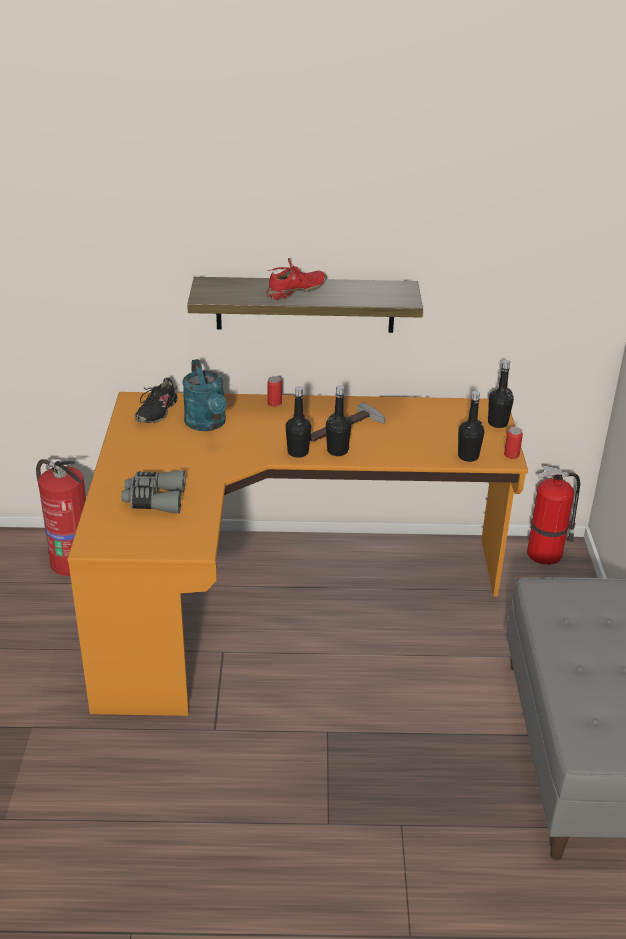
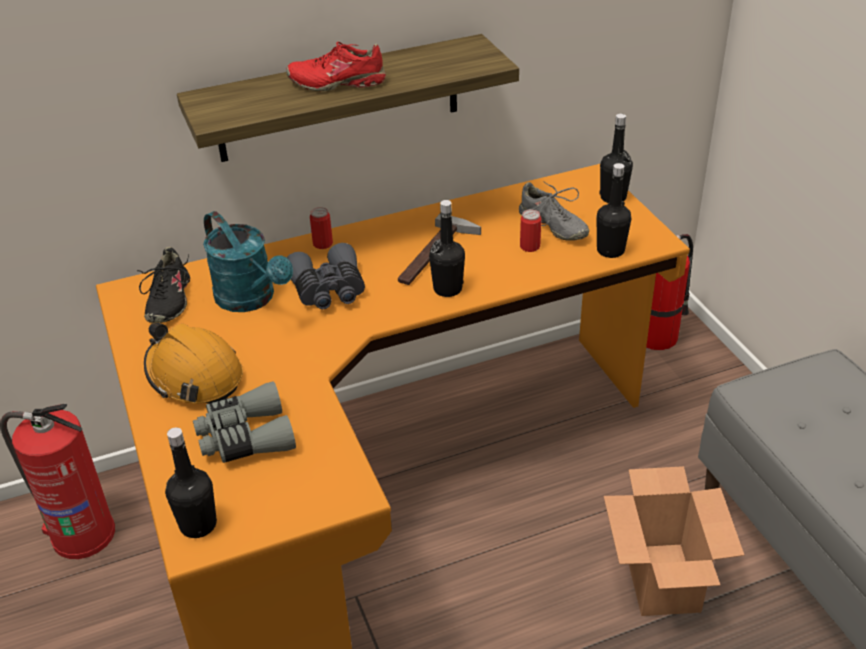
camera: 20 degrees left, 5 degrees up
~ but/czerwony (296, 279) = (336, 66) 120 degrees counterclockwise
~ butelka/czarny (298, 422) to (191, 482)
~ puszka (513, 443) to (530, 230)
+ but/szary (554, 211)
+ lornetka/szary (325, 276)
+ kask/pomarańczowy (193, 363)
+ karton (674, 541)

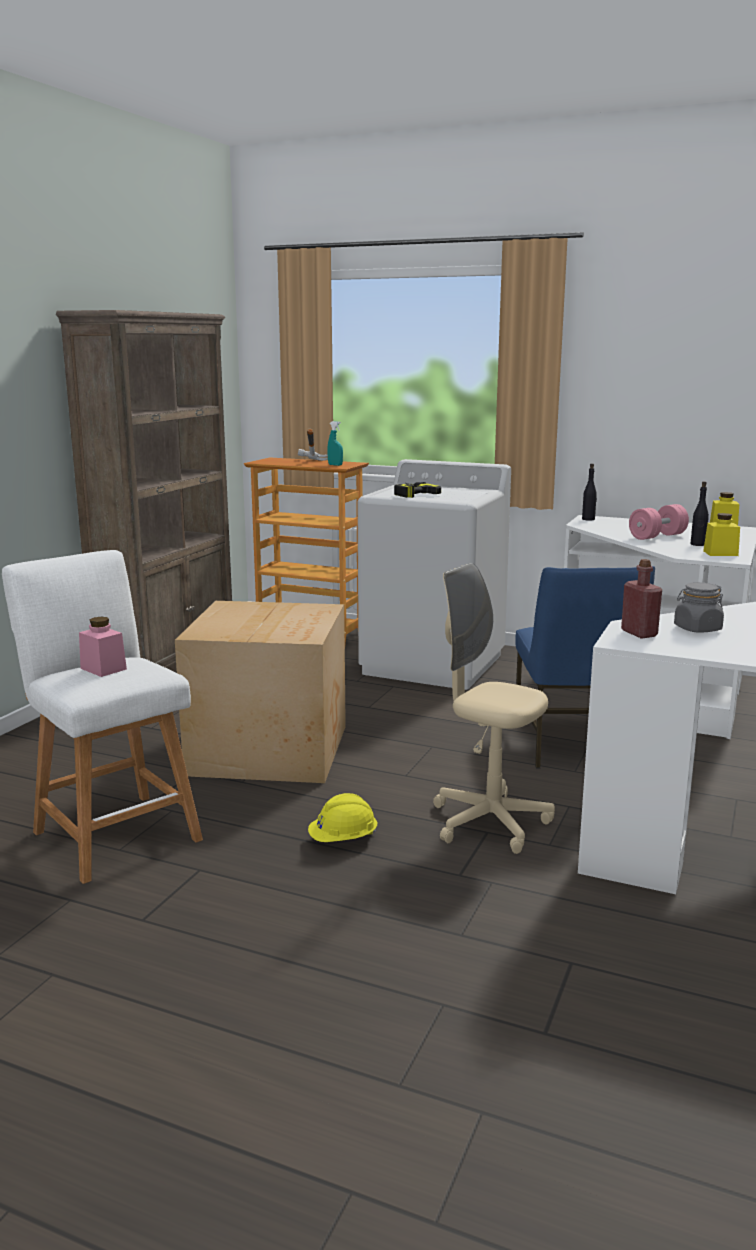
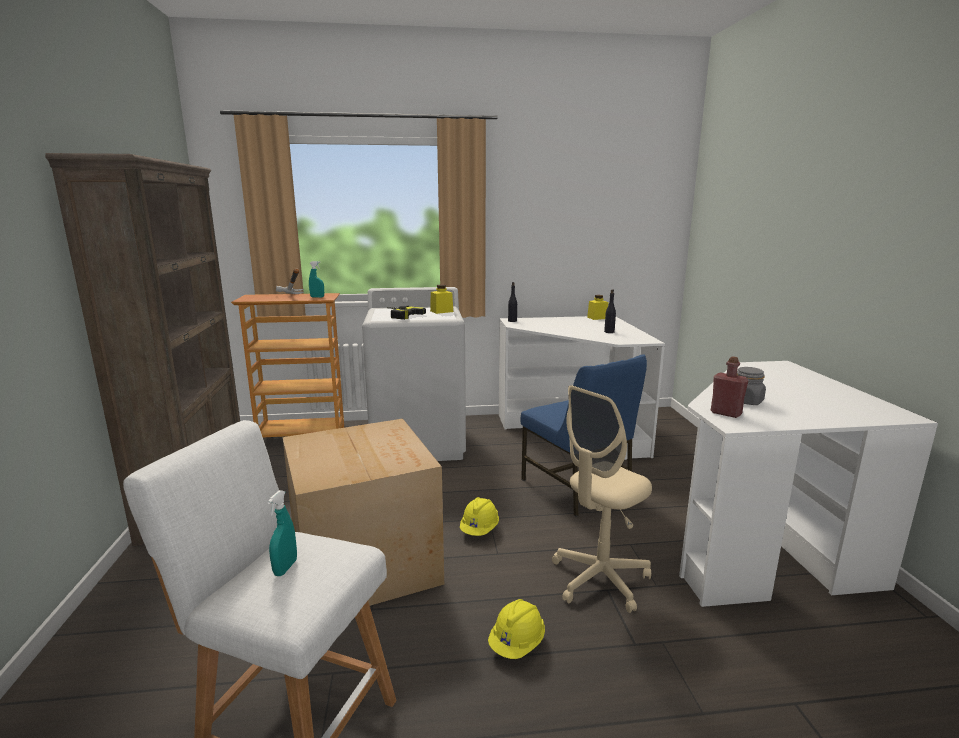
camera: 30 degrees left, 0 degrees up
- hantel/różowy (659, 522)
~ słoik/żółty (721, 534) to (441, 299)
~ krzesło biurowe/beżowy (494, 708) = (602, 499) 45 degrees counterclockwise
~ słoik/różowy (103, 647) to spryskiwacz/turkusowy (282, 533)
+ kask/żółty (479, 516)

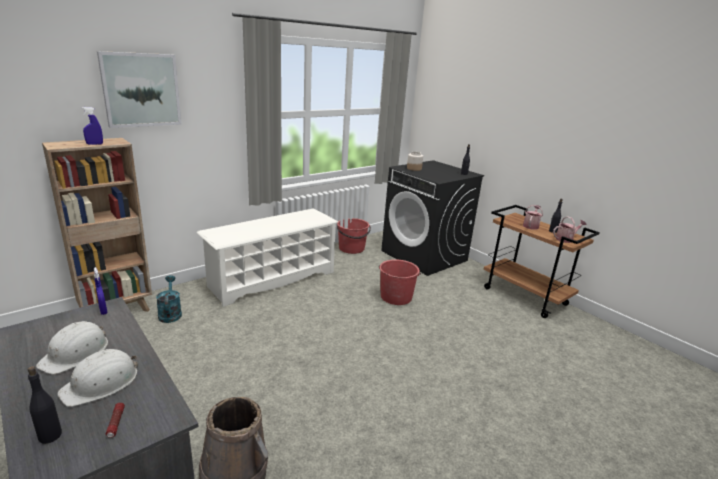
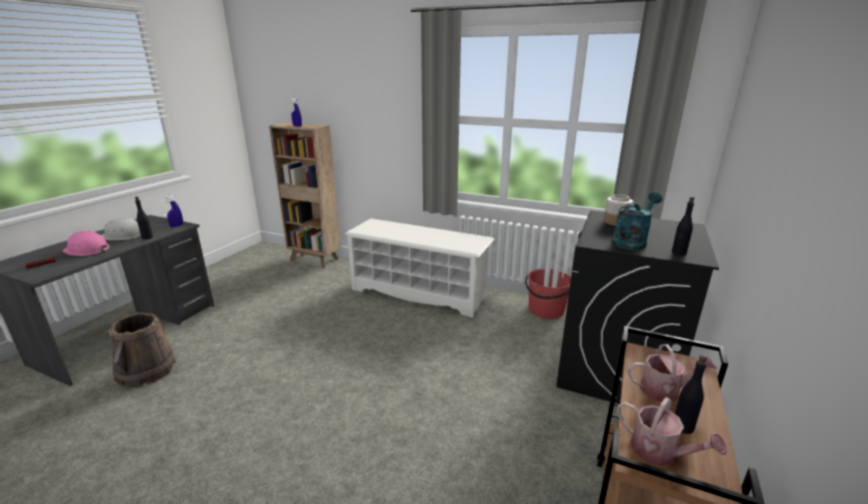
camera: 65 degrees right, 0 degrees up
- obraz (139, 89)
- wiadro/czerwony (400, 282)
~ konewka/turkusowy (169, 299) to (637, 221)
~ kask/biały (97, 378) to kask/różowy (86, 243)
~ butelka/czarny (45, 405) to (144, 218)

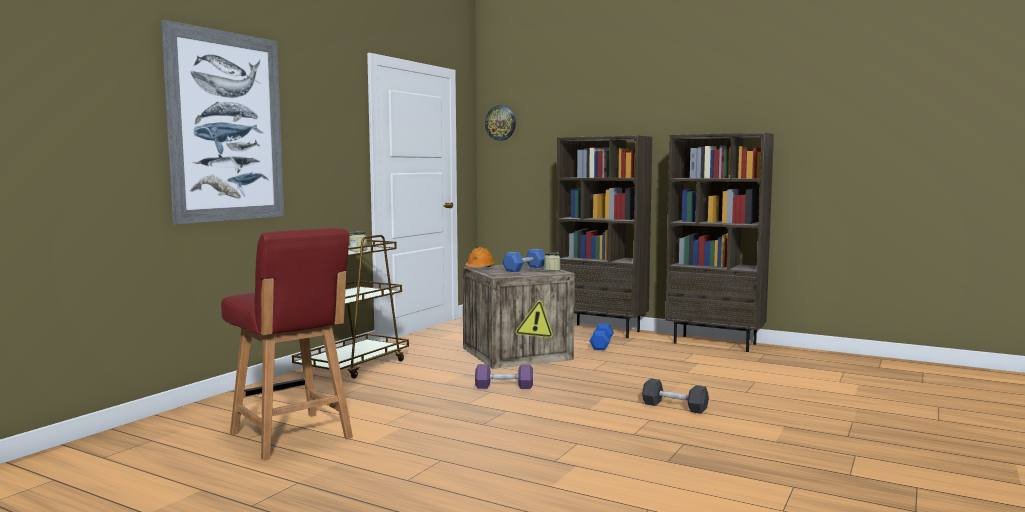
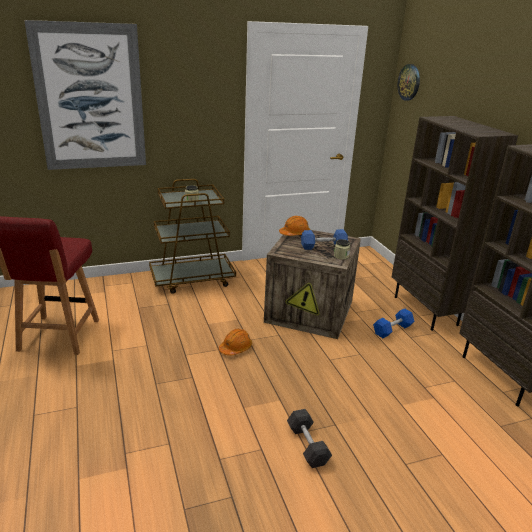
camera: 40 degrees right, 20 degrees up
~ hantel/fioletowy (504, 376) to kask/pomarańczowy (235, 342)

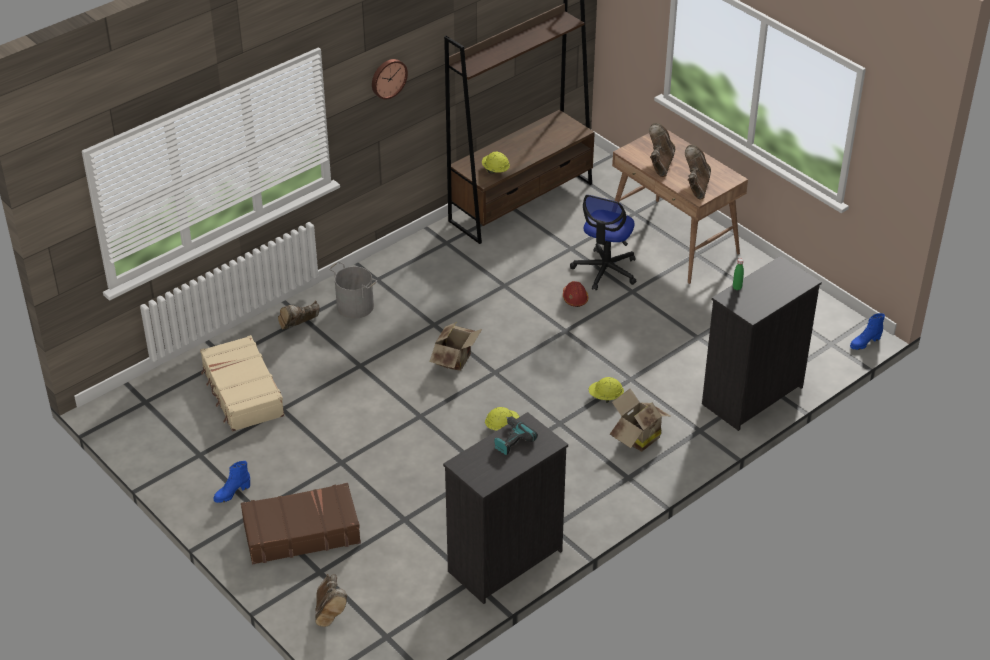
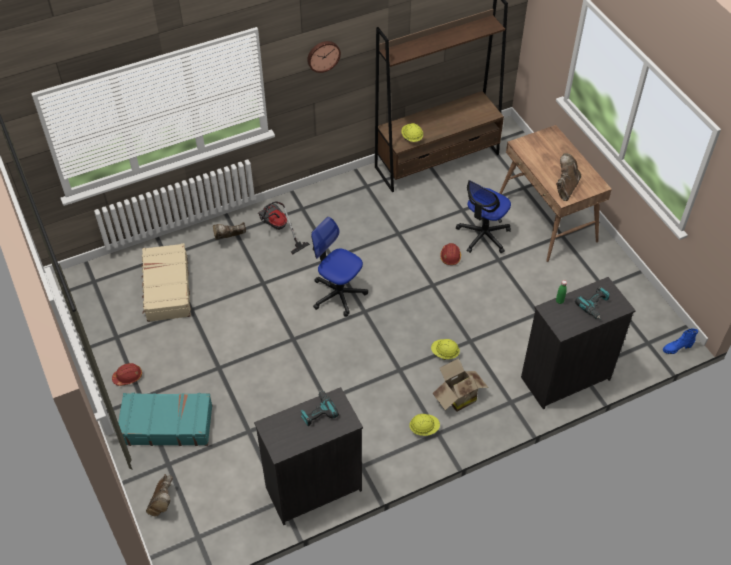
camera: 15 degrees right, 10 degrees up
- but z cholewką/brązowy (662, 150)
~ wiadro/szary (353, 290) to odkurzacz (284, 227)
~ karton (456, 346) to krzesło biurowe (339, 267)
~ kask/żółty (502, 419) to (424, 425)
~ but z cholewką/niebieski (231, 482) to kask/czerwony (127, 374)
~ walizka/brązowy (301, 523) to walizka/turkusowy (165, 419)
+ wiertarka (592, 302)

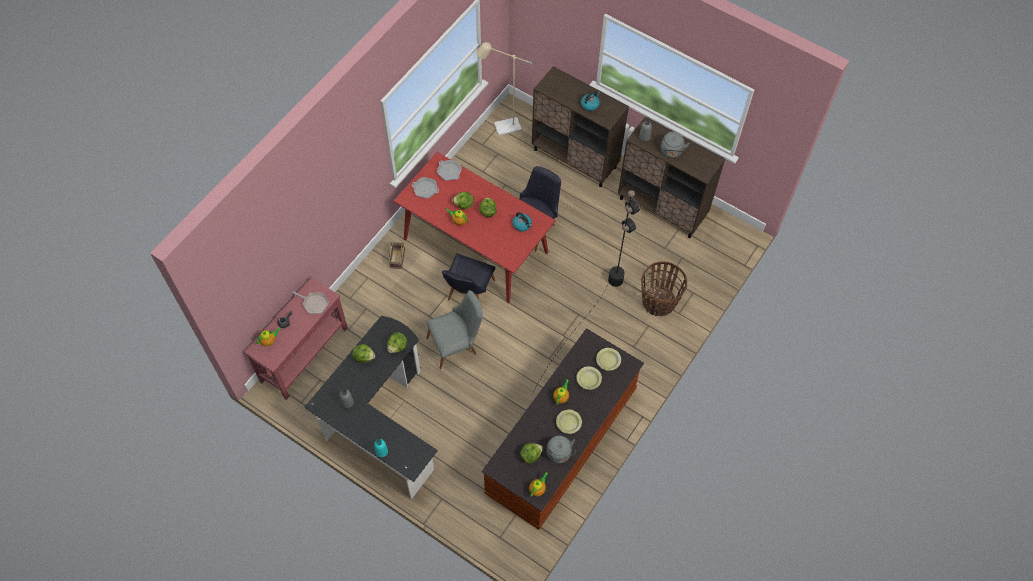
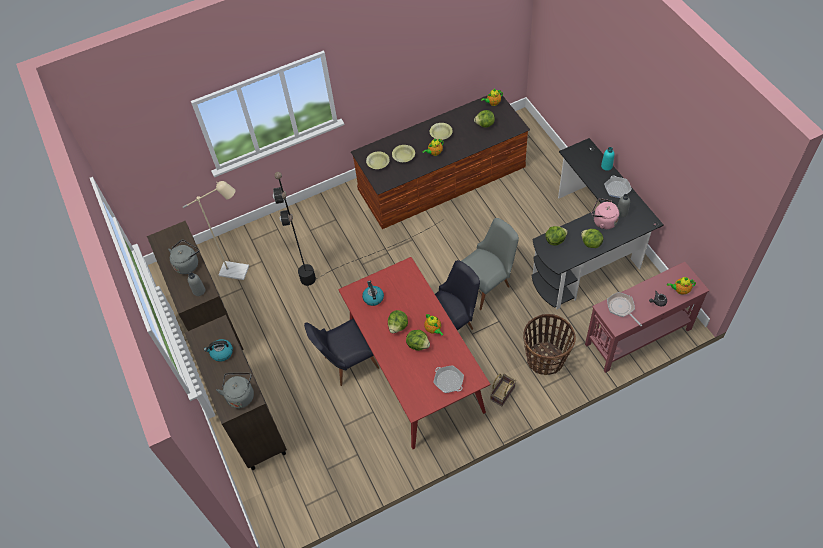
camera: 145 degrees left, 5 degrees down
~ lampa stojąca/beżowy (504, 89) to (216, 230)
~ patelnia (449, 170) to (618, 186)
~ koszyk (664, 288) to (549, 344)
~ krzesło/szary (454, 329) = (490, 264) 135 degrees clockwise
~ czajnik/szary (561, 449) to (235, 390)
+ czajnik/różowy (605, 214)

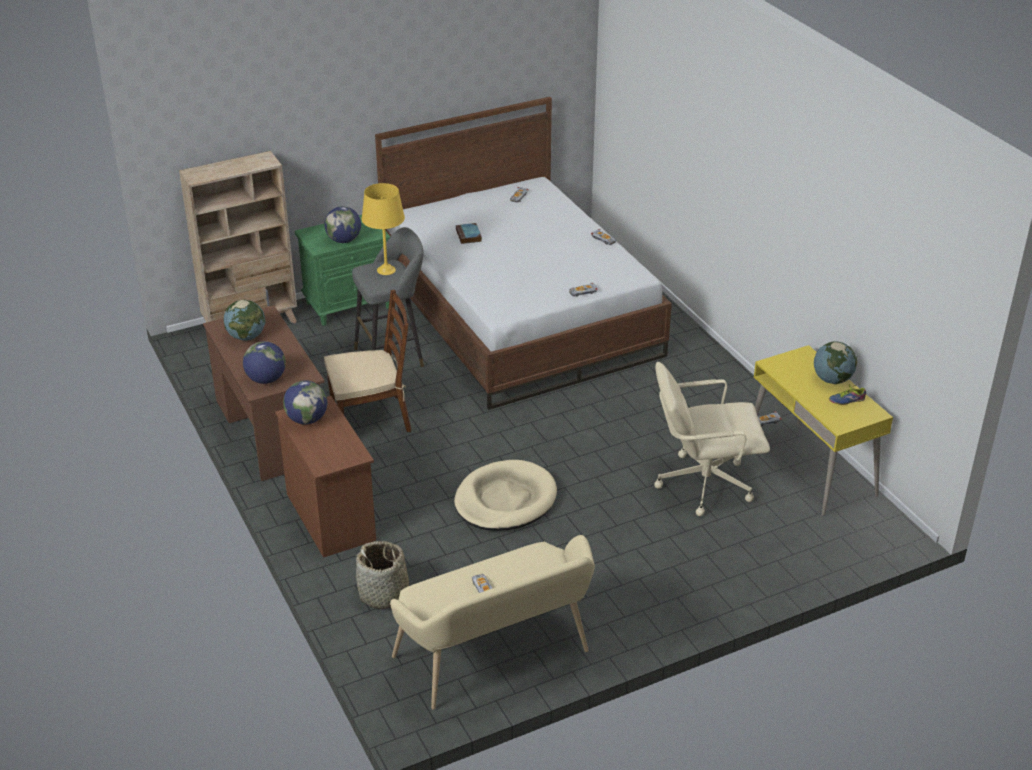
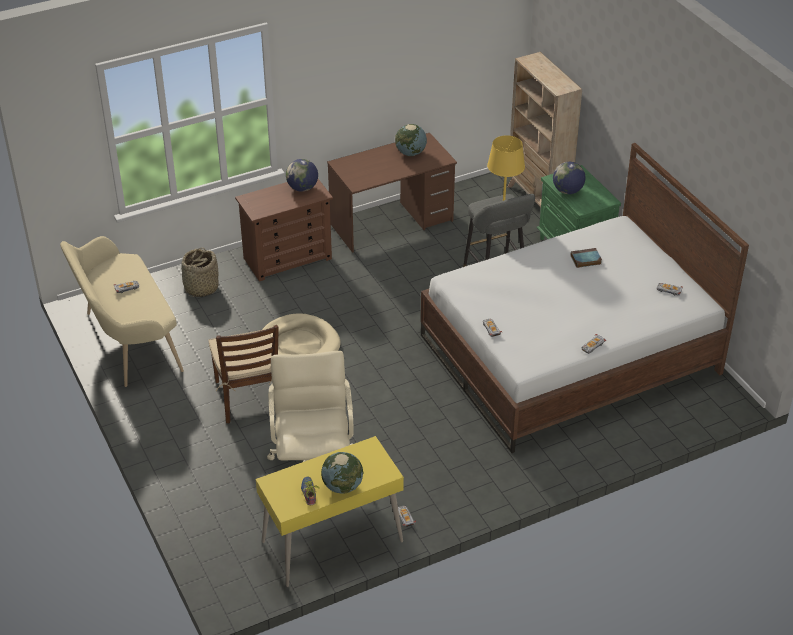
camera: 90 degrees right, 5 degrees up
~ krzesło/brązowy (367, 361) to (243, 374)
- globus (264, 362)

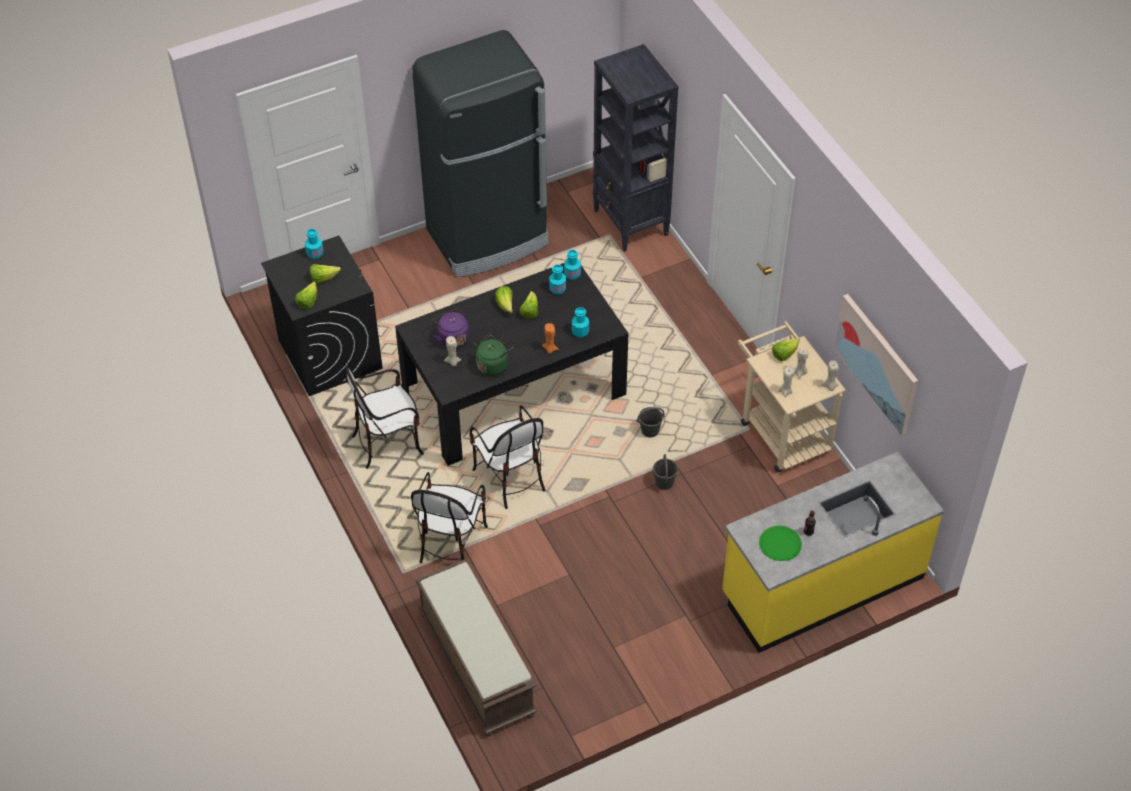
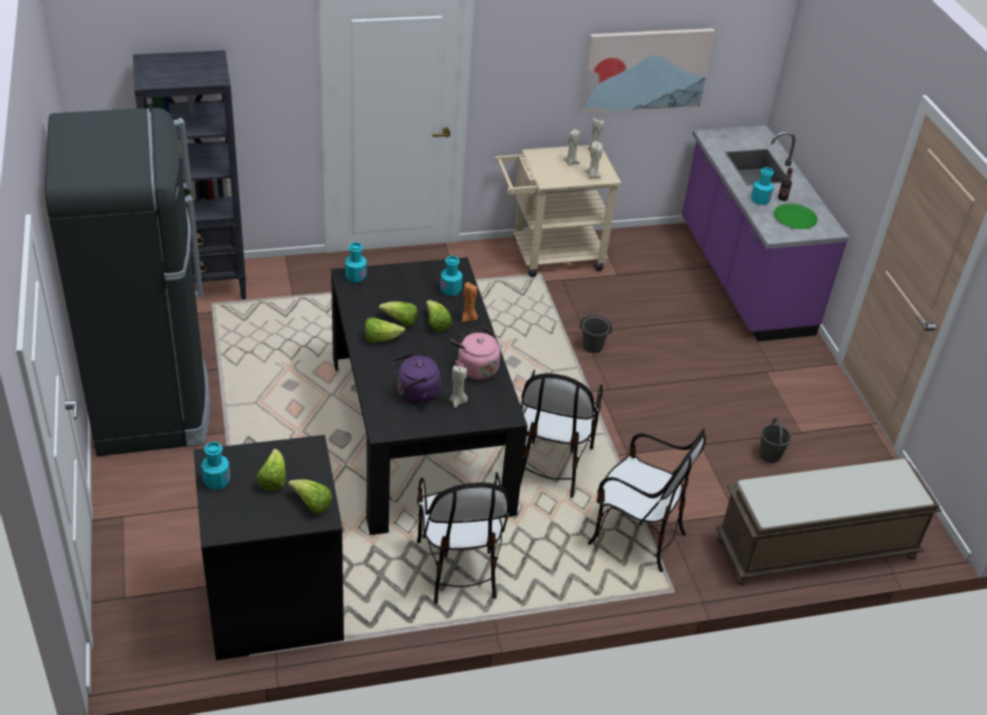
camera: 80 degrees left, 10 degrees down
~ butelka/turkusowy (557, 279) to (762, 186)
~ czajnik/zielony (493, 354) to czajnik/różowy (475, 353)
~ sałata (786, 349) to (439, 316)
~ krzesło (508, 457) = (562, 434) 120 degrees clockwise
~ wiadro/szary (651, 422) to (776, 440)
~ zabudowa kuchenna/żółty (833, 552) to zabudowa kuchenna/fioletowy (765, 233)

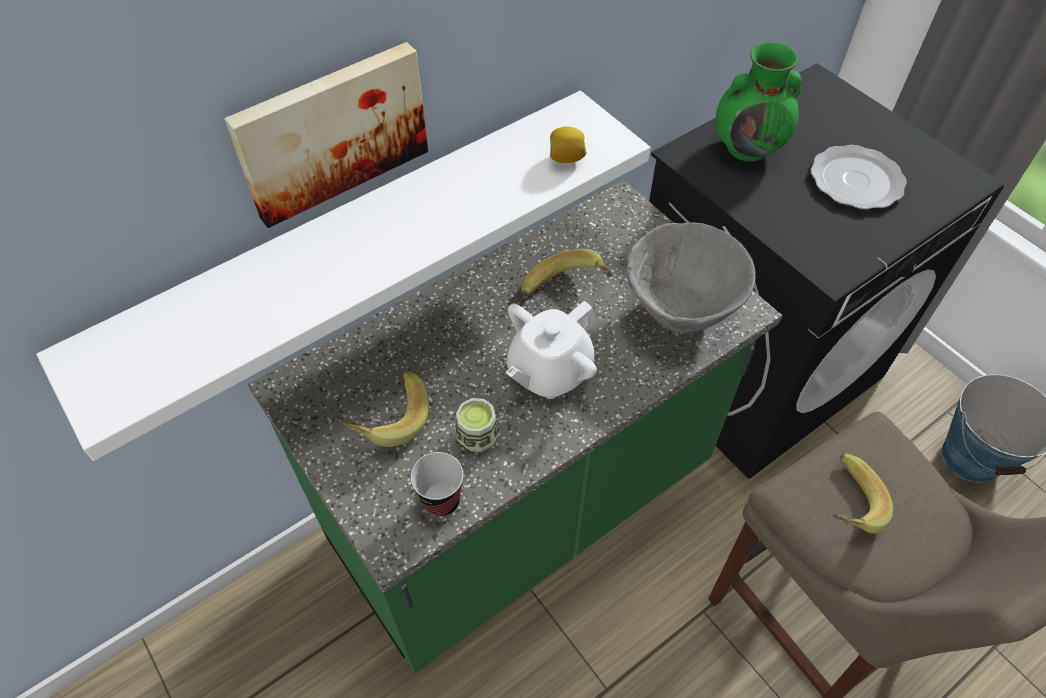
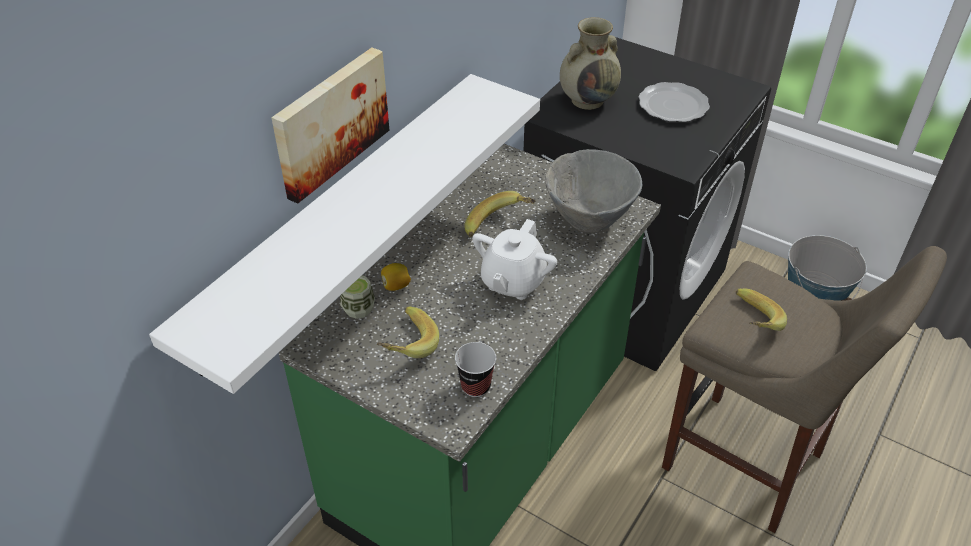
camera: 20 degrees left, 10 degrees down
~ wazon/zielony (758, 102) to wazon/beżowy (590, 63)
~ cytryna (568, 144) to (396, 277)
~ filiżanka (477, 425) to (357, 297)

